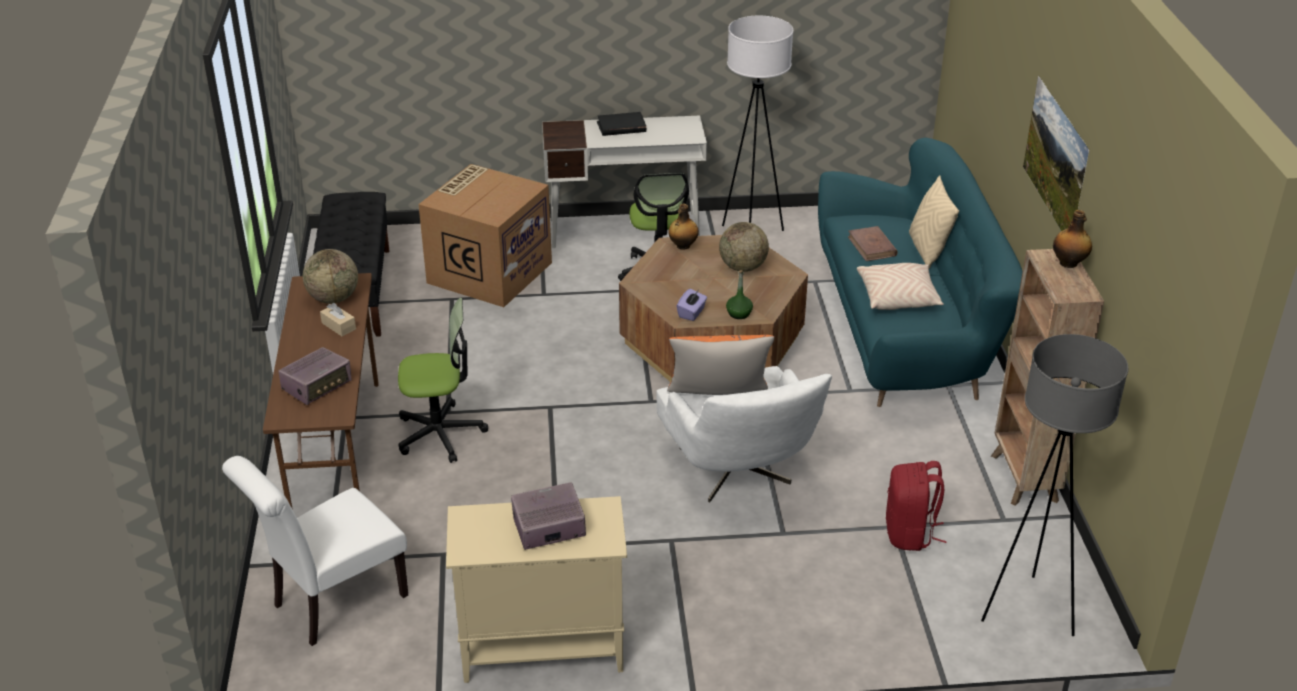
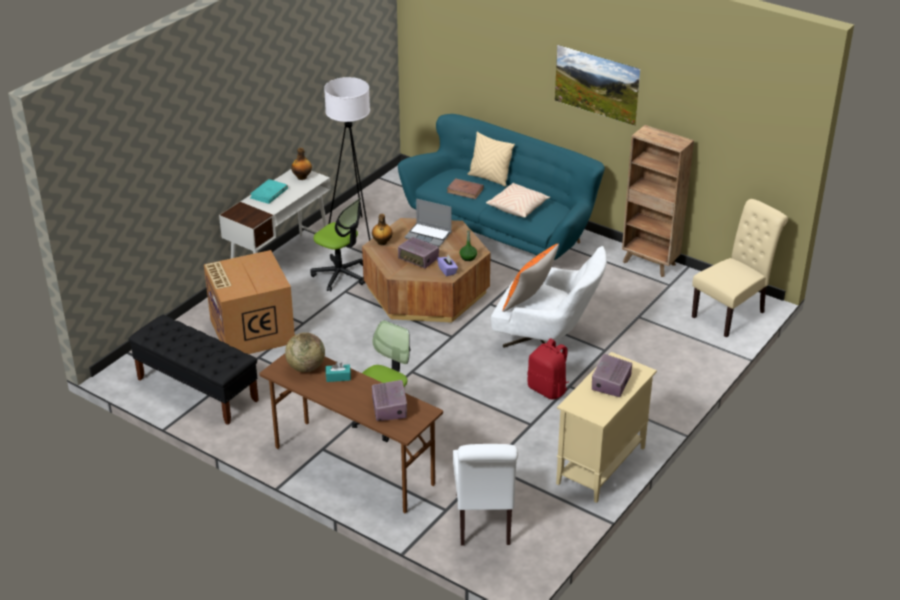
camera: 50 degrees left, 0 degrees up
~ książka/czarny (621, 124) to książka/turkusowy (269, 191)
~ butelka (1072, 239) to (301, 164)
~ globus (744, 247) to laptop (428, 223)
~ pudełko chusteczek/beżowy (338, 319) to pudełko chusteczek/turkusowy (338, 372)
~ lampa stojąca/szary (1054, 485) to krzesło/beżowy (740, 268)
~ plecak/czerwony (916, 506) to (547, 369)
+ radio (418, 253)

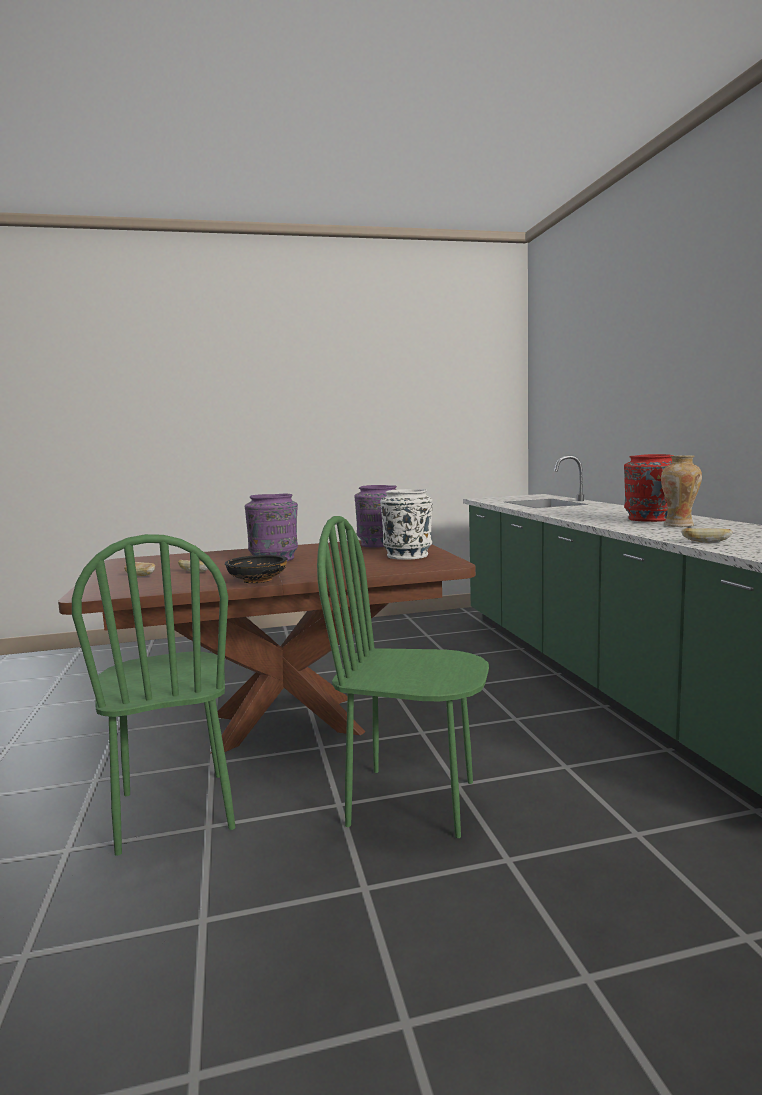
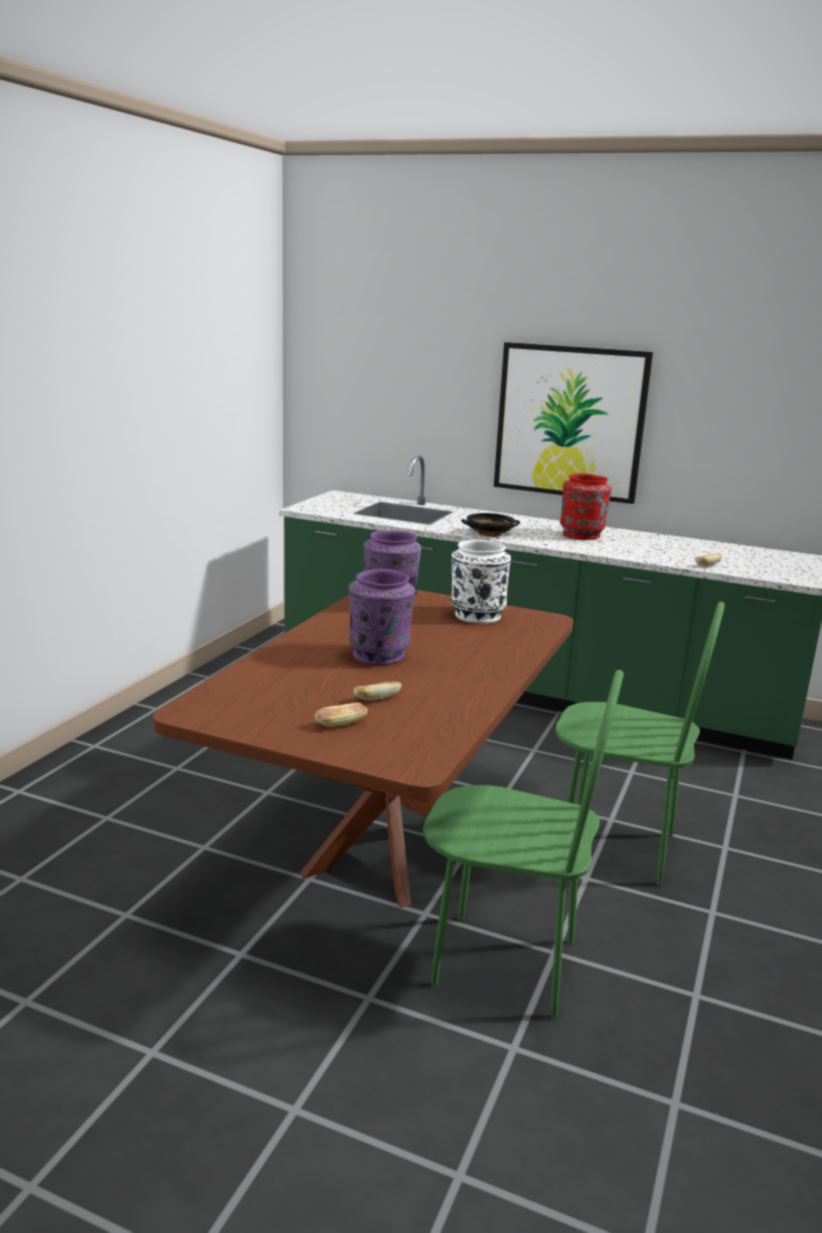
camera: 55 degrees left, 10 degrees up
- wazon (681, 491)
~ krzesło/zielony (403, 677) = (640, 744) 120 degrees counterclockwise
~ miska/czarny (256, 569) to (490, 525)
+ obraz (573, 423)

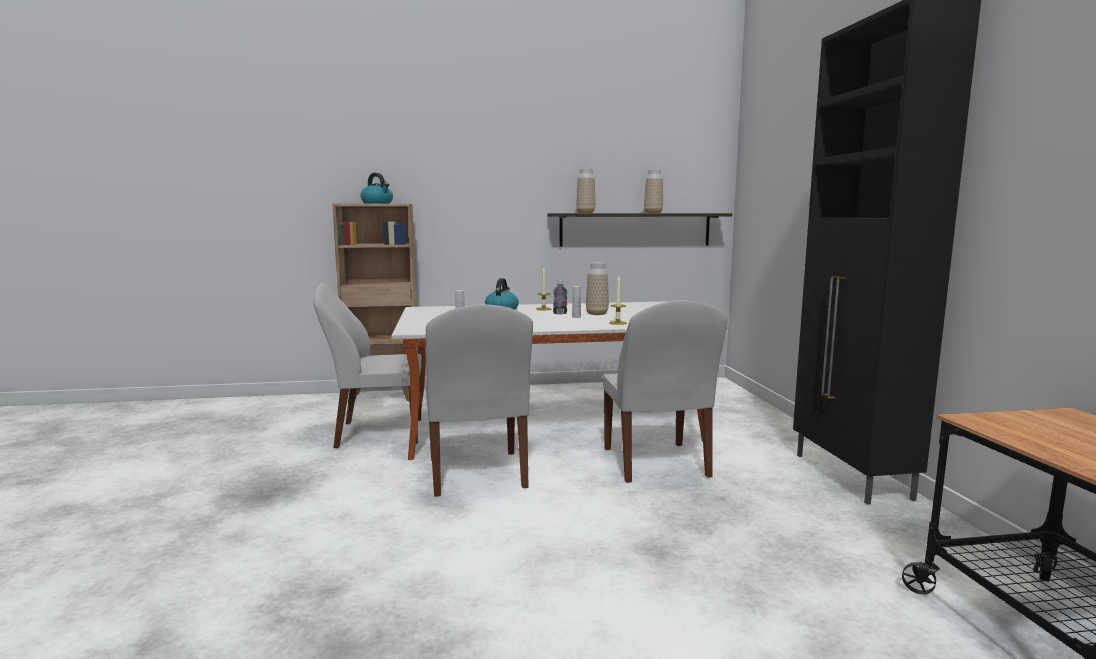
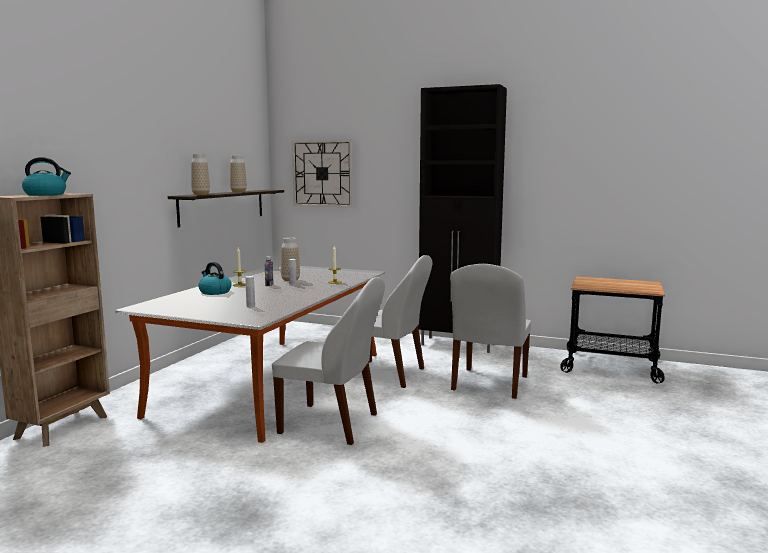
camera: 60 degrees left, 0 degrees up
~ krzesło/biały (368, 365) to (490, 331)
+ zegar ścienny (322, 174)

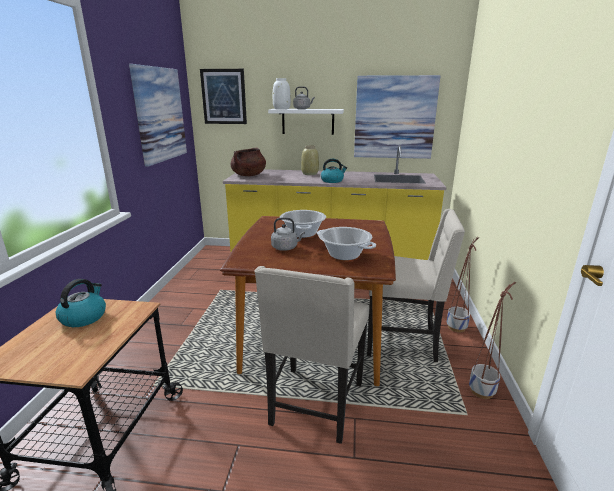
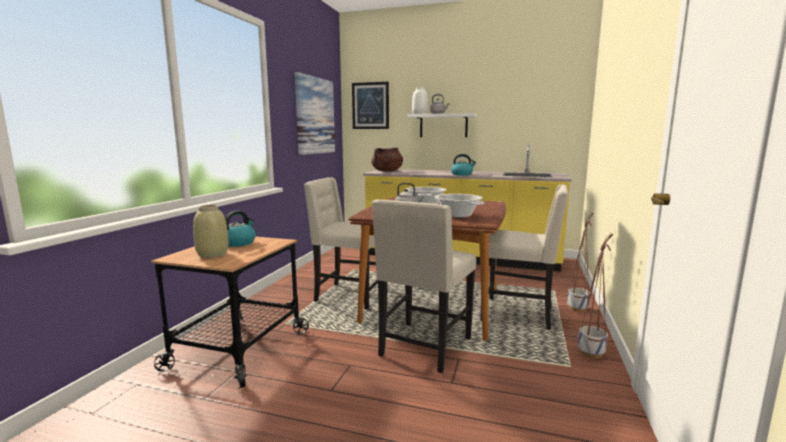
camera: 10 degrees right, 10 degrees down
- obraz (397, 117)
~ wazon/beżowy (310, 160) to (211, 231)
+ krzesło/beżowy (341, 244)

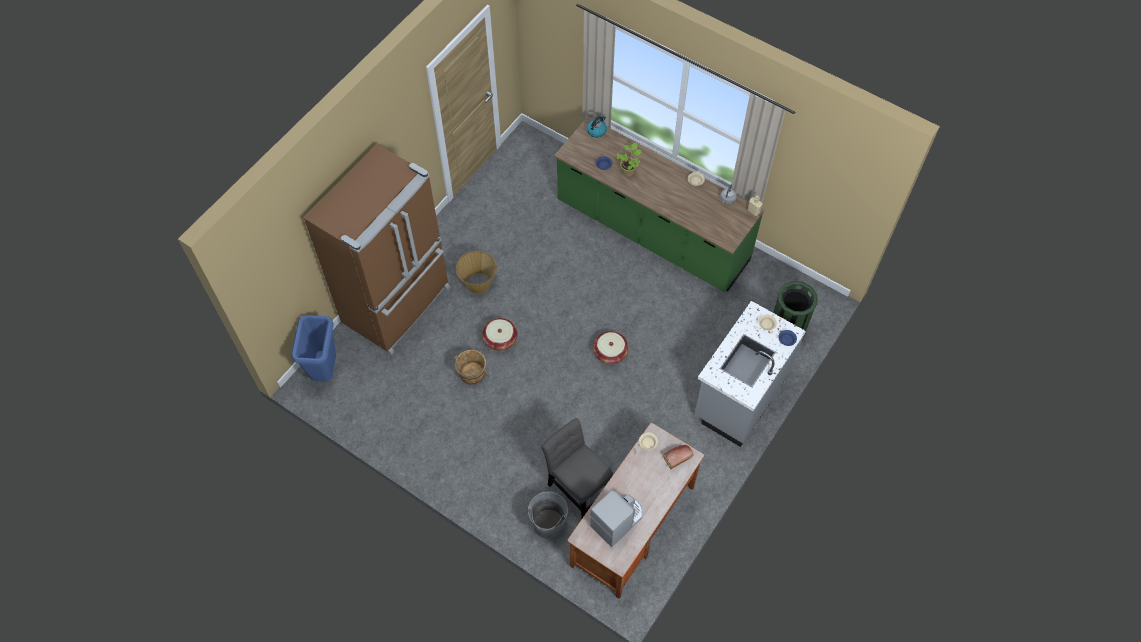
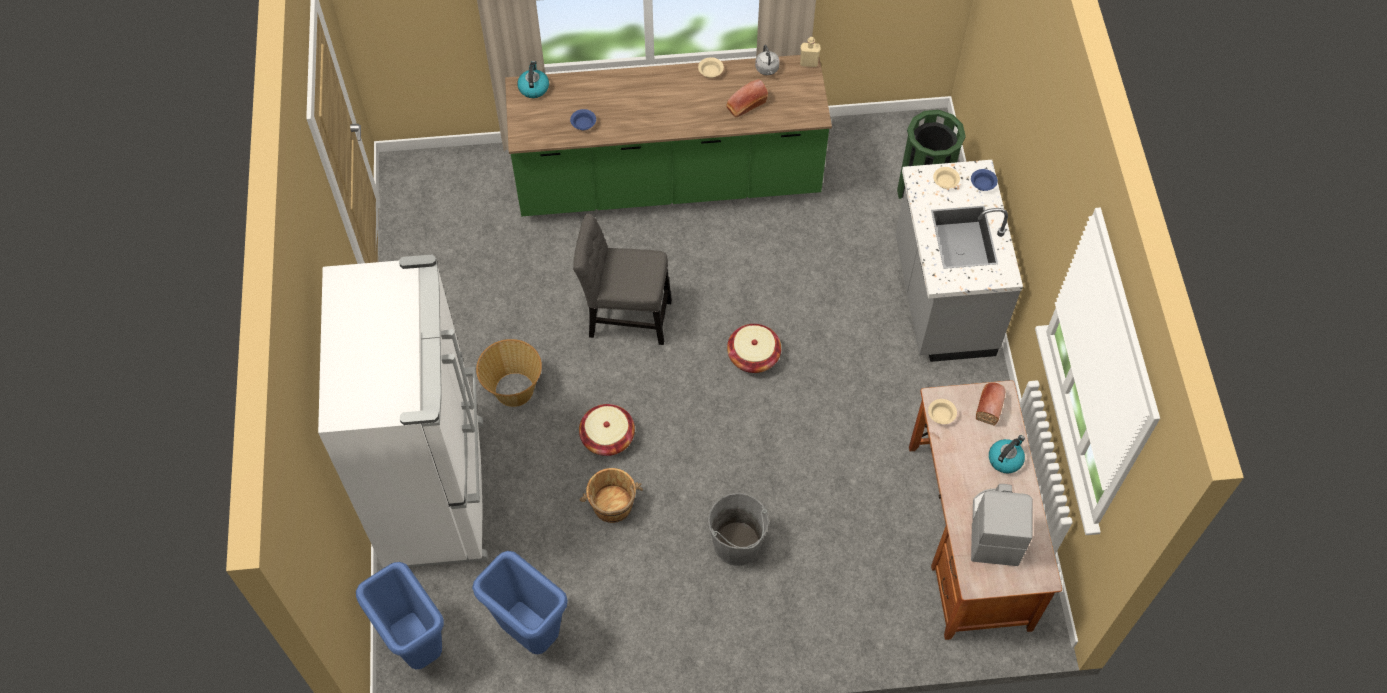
camera: 40 degrees left, 0 degrees up
- roślina doniczkowa (628, 159)
~ lodówka/brązowy (377, 249) to lodówka/biały (403, 411)
~ krzesło/szary (577, 468) to (622, 279)
~ wiadro/szary (548, 515) to (738, 529)
+ chleb (747, 98)
+ czajnik (1007, 454)
+ kosz na śmieci/niebieski (520, 602)

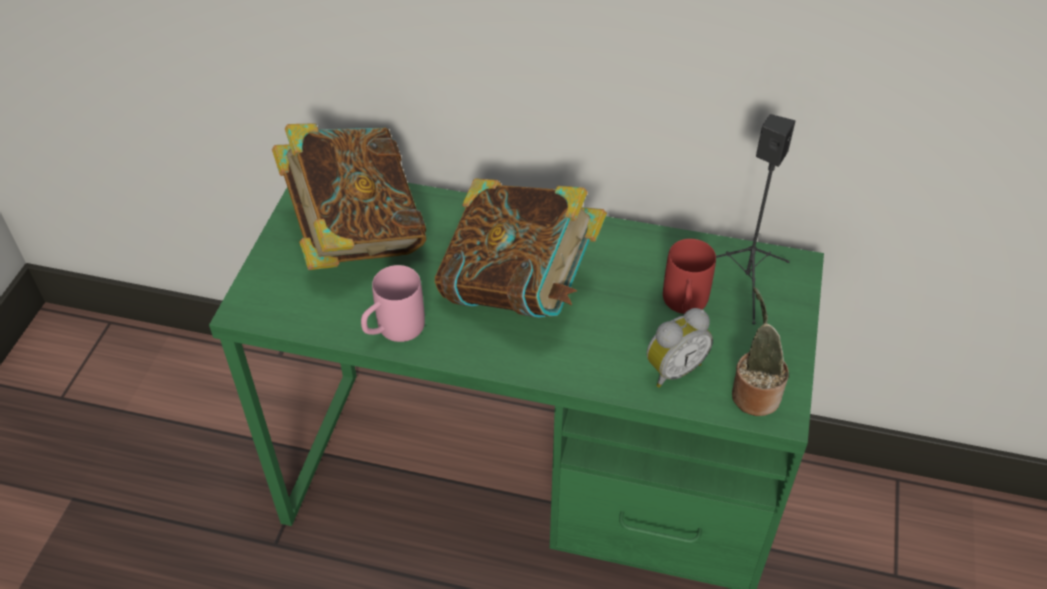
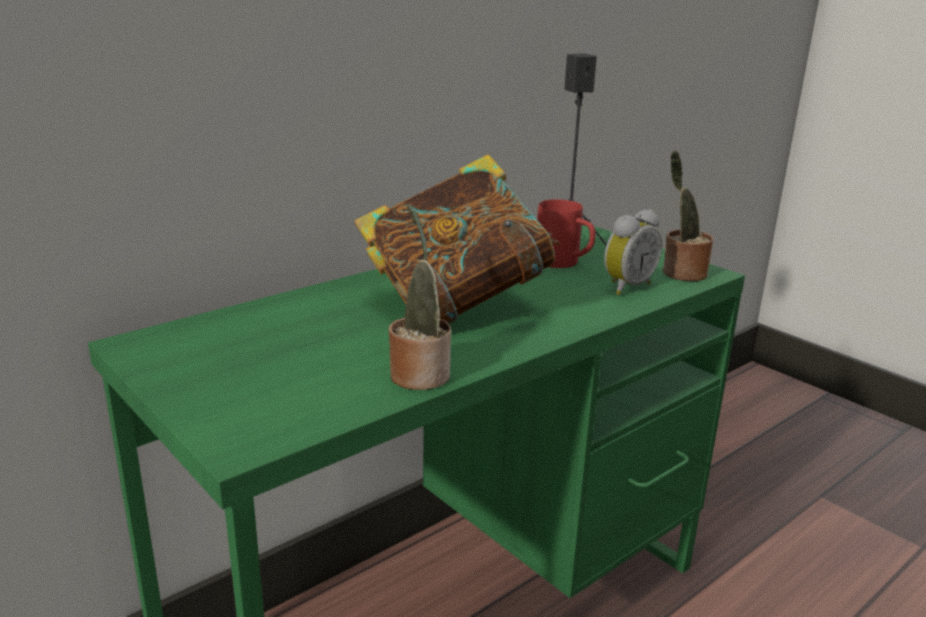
camera: 55 degrees left, 25 degrees down
- książka (349, 196)
~ kubek/różowy (393, 303) to roślina doniczkowa (420, 297)
~ budzik (680, 348) = (633, 252) 45 degrees clockwise

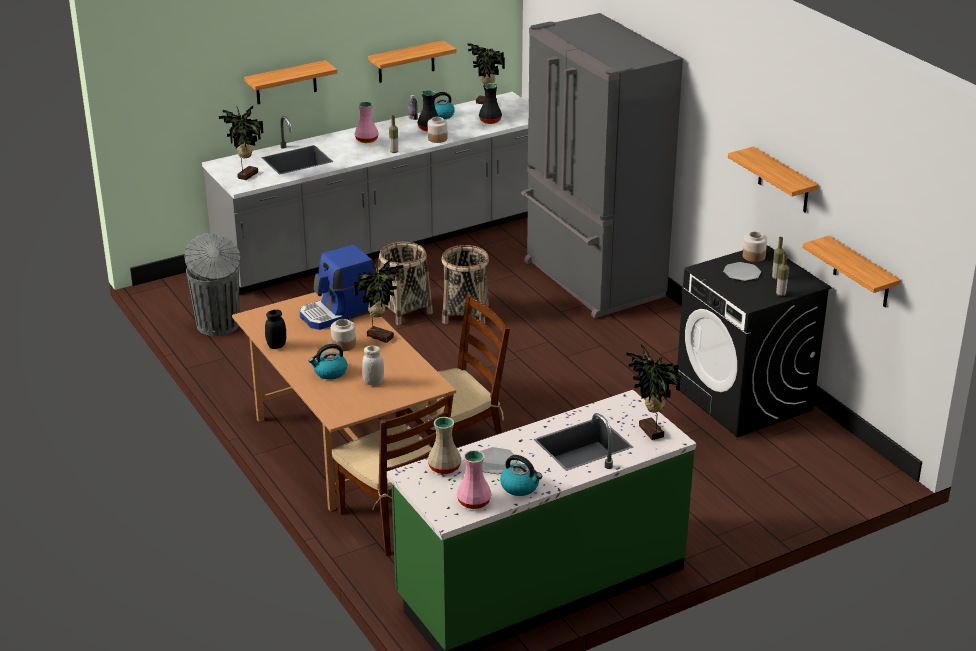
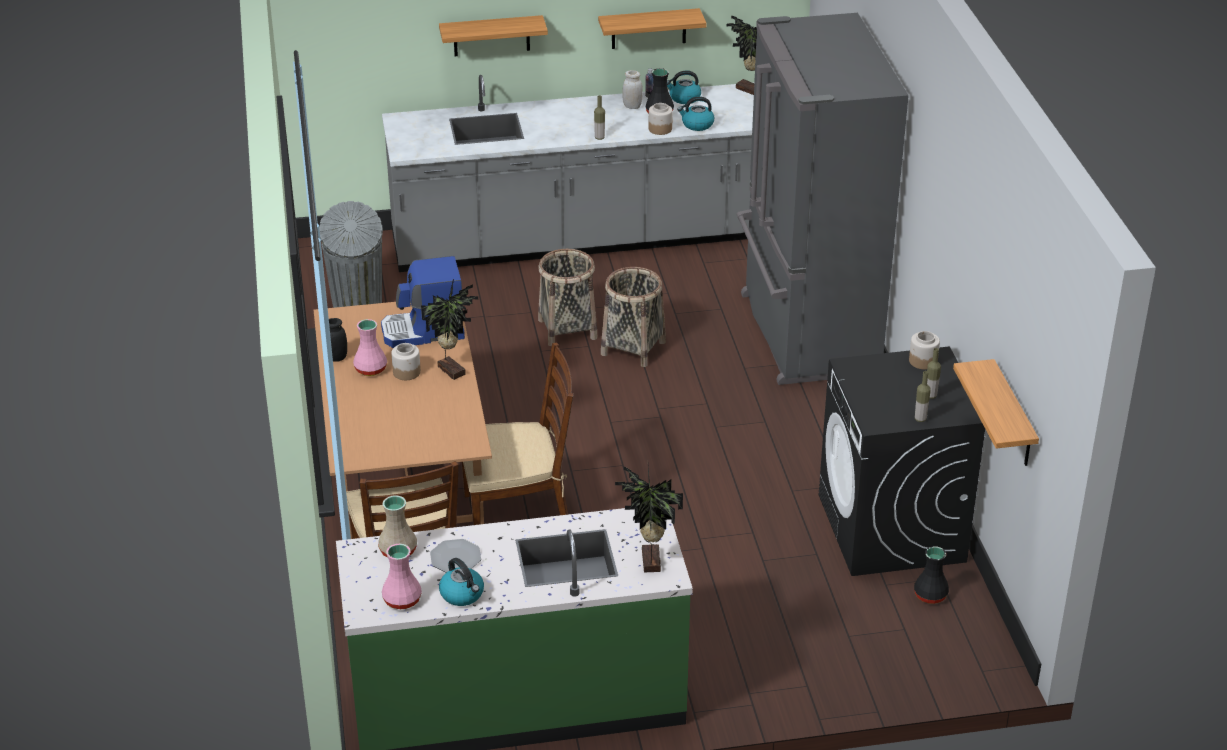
camera: 20 degrees right, 5 degrees up
~ wazon/czarny (490, 103) to (931, 575)
~ wazon/różowy (367, 122) to (370, 347)
- roślina doniczkowa (241, 143)
- półka (773, 179)
- talerz (742, 271)
~ czajnik (328, 361) to (695, 114)
~ słoik/biały (373, 366) to (632, 89)

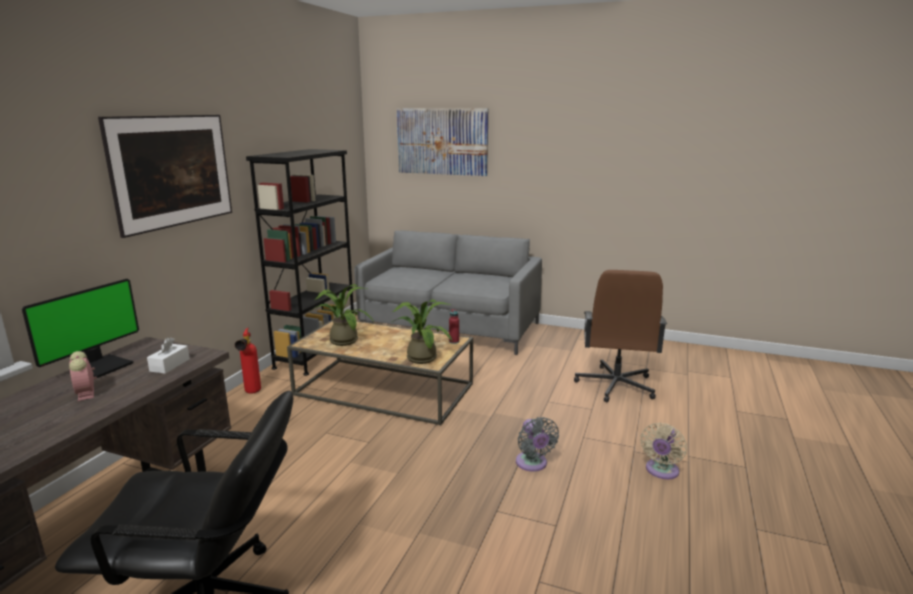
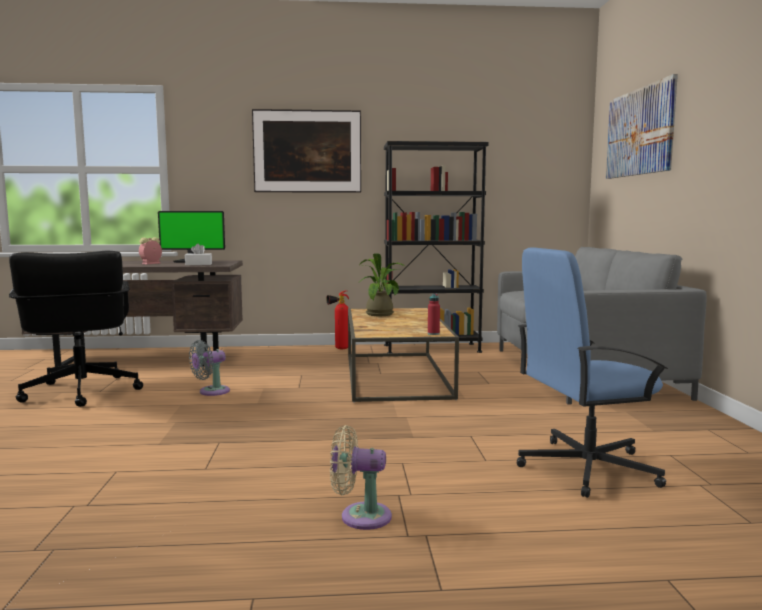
camera: 65 degrees right, 10 degrees down
~ krzesło biurowe/brązowy (620, 336) to krzesło biurowe/niebieski (592, 373)
- roślina doniczkowa (422, 331)
~ wentylator/szary (537, 444) to (209, 368)

